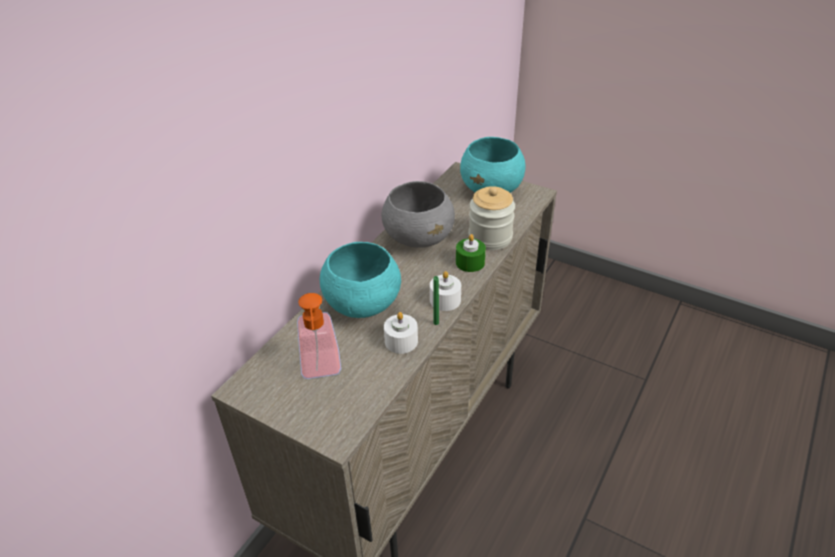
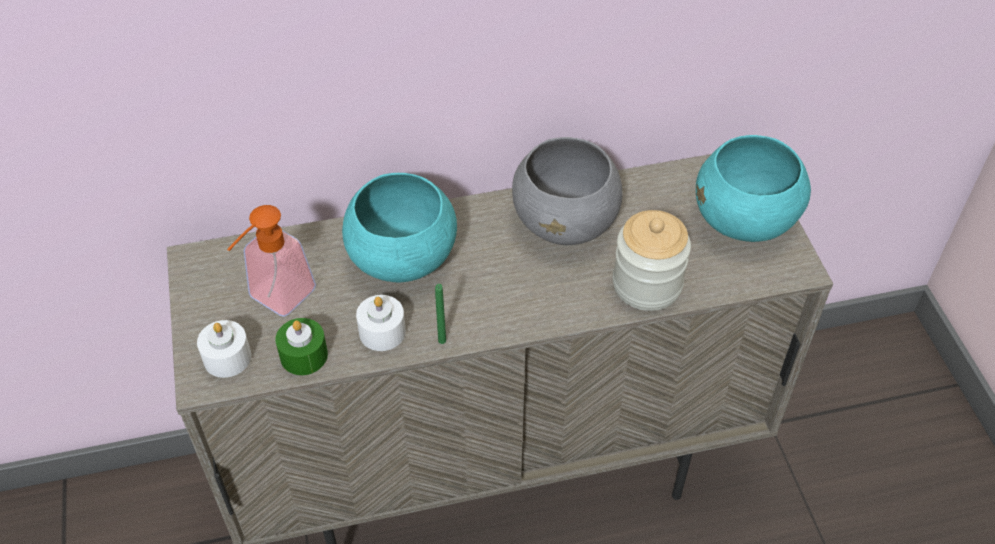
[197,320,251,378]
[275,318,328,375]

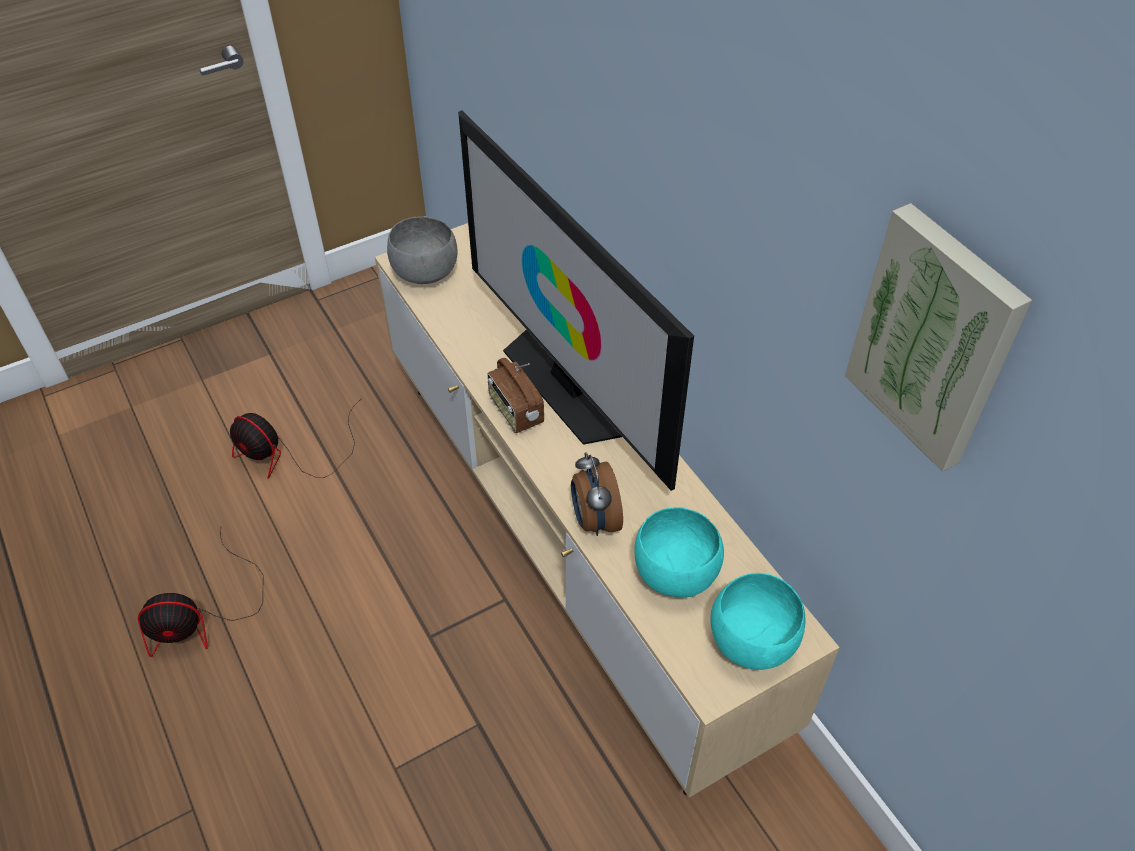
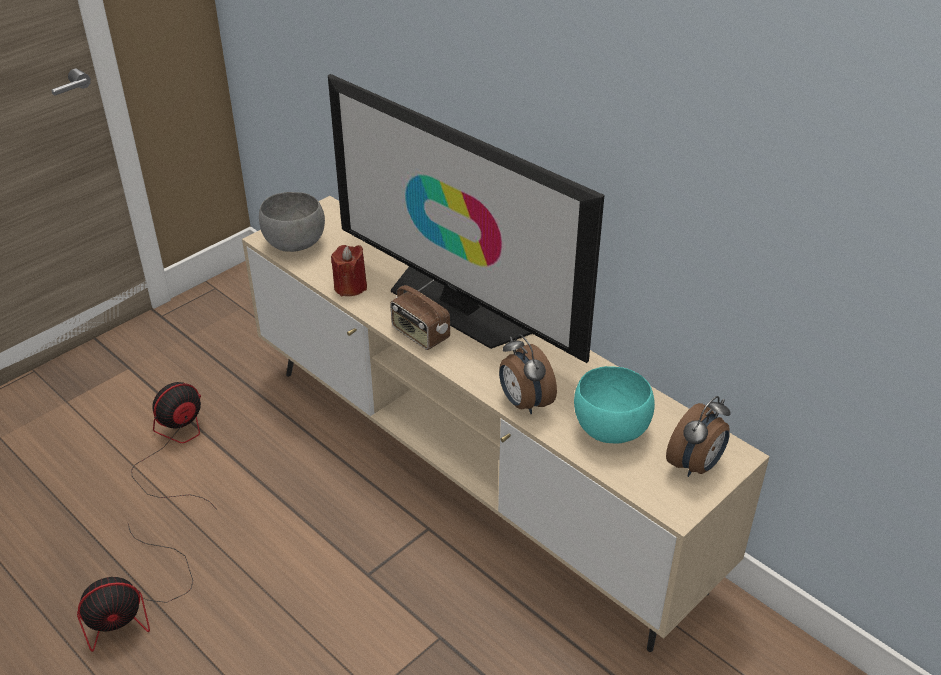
[845,203,1032,472] (first image)
[331,245,367,296]
[666,396,731,477]
[131,382,217,510]

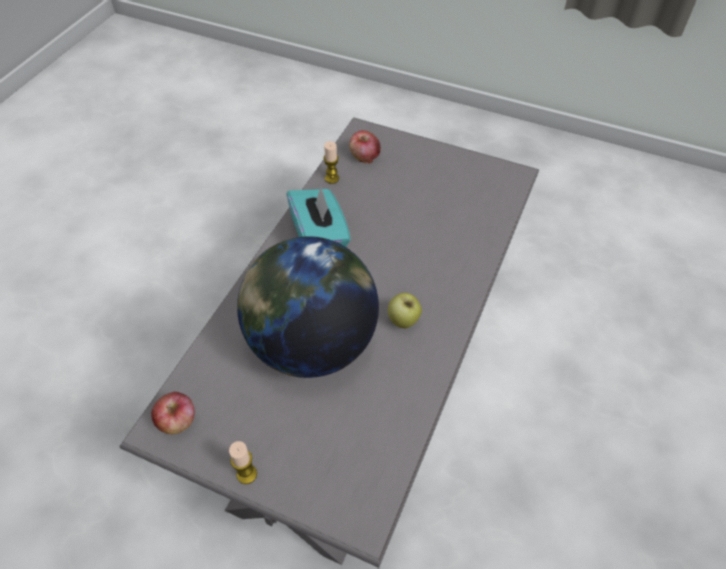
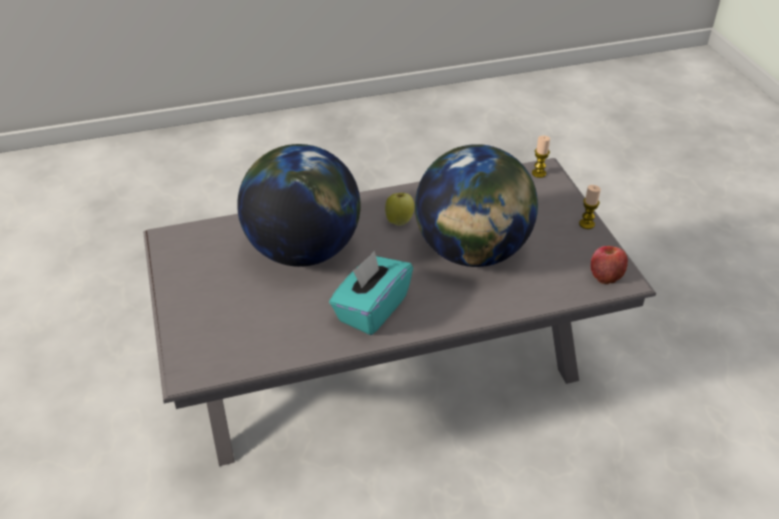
[349,130,381,164] (first image)
[237,144,361,267]
[532,136,550,178]

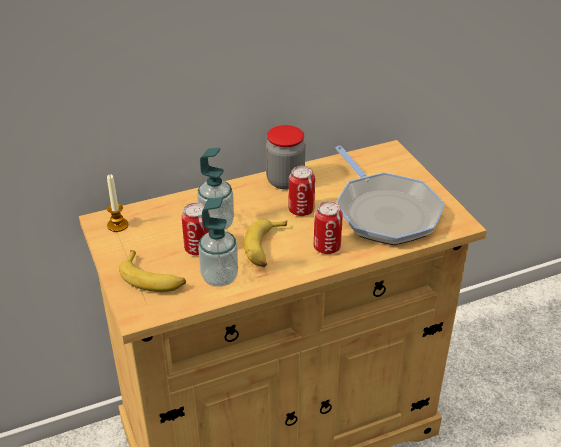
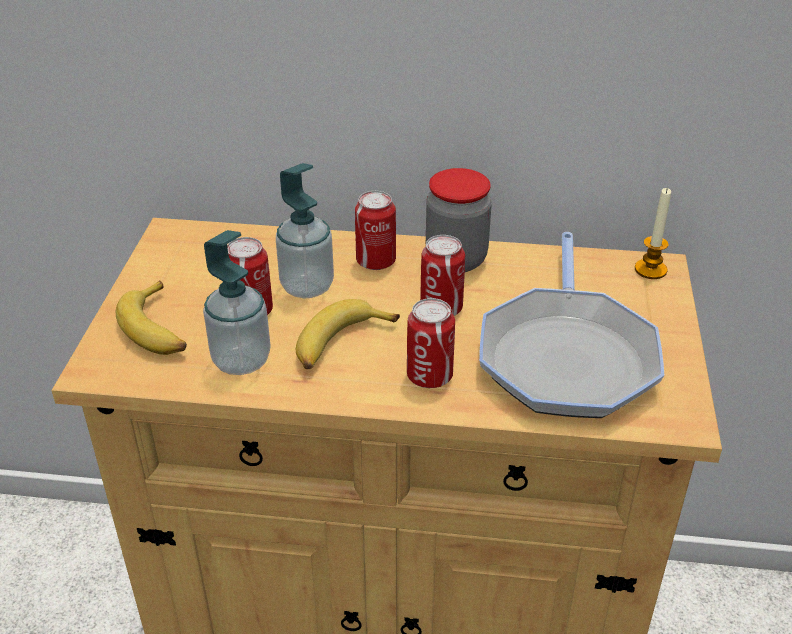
[355,191,396,270]
[635,188,671,279]

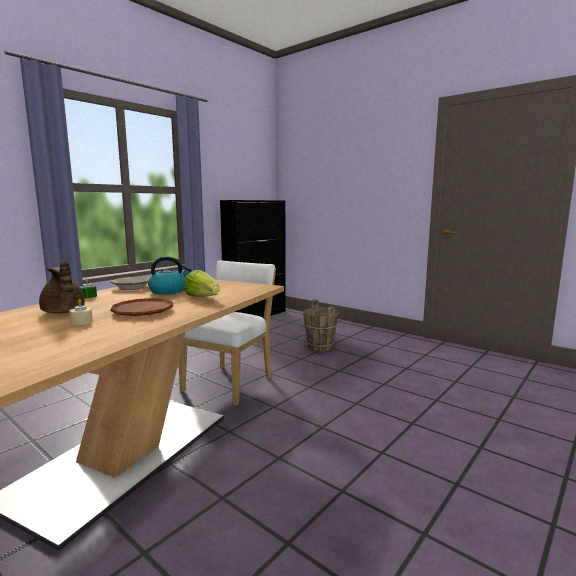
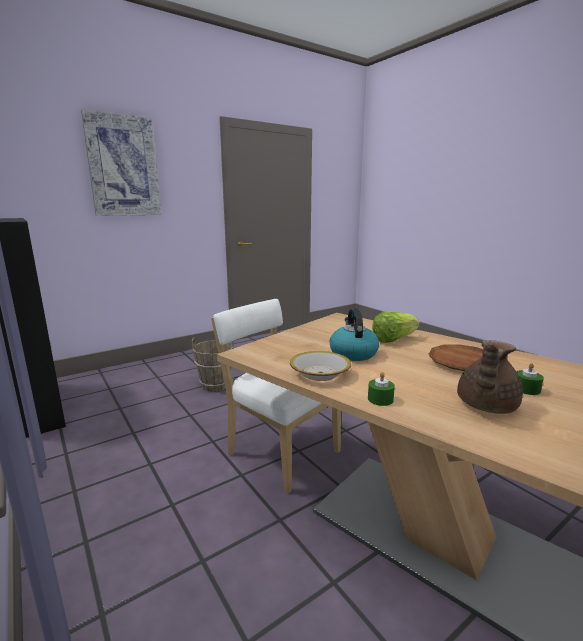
[81,109,161,216]
[516,363,544,395]
[457,340,523,414]

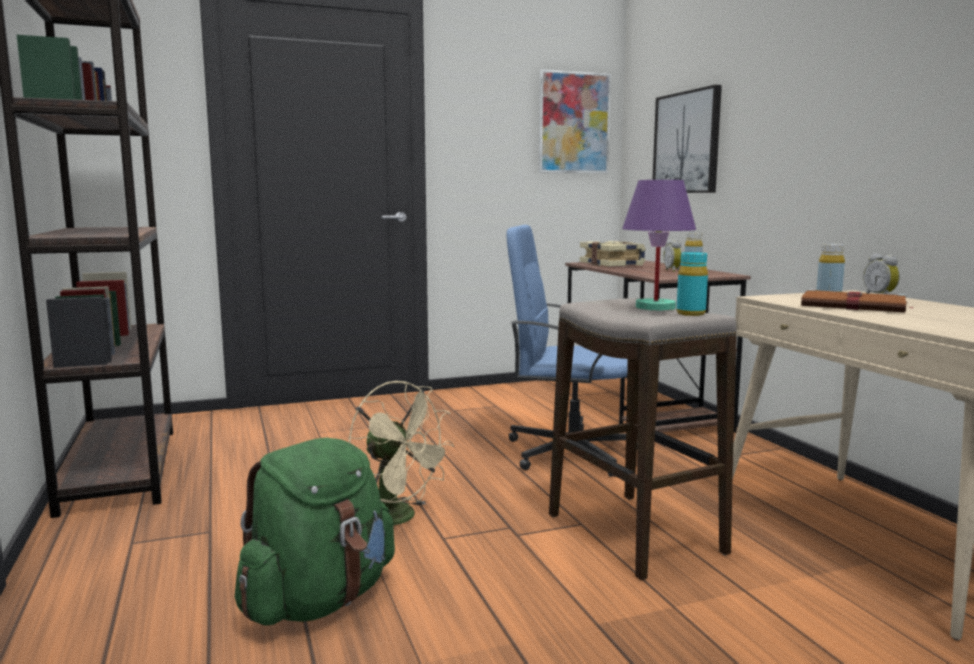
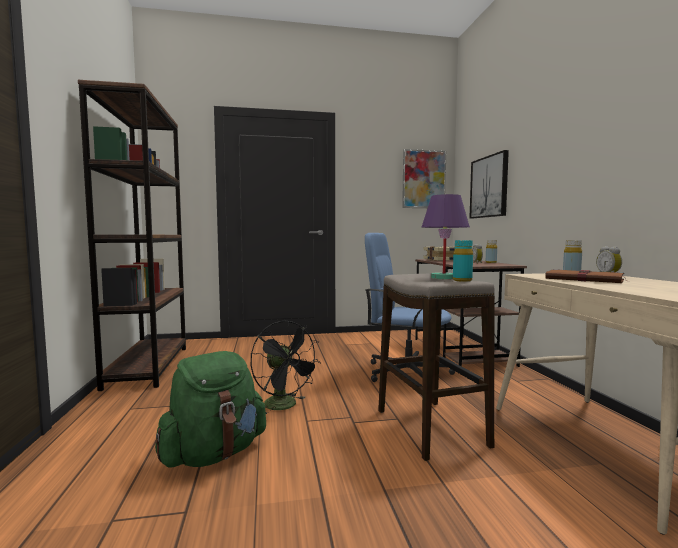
[251,321,321,414]

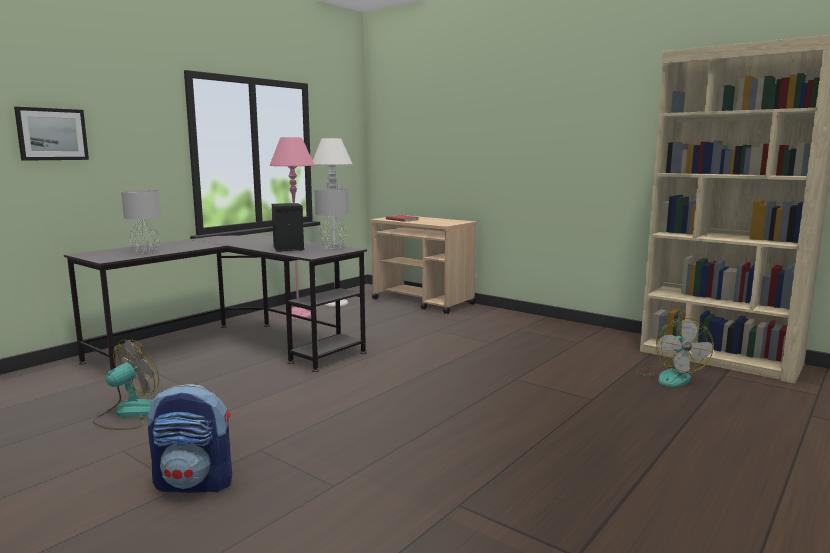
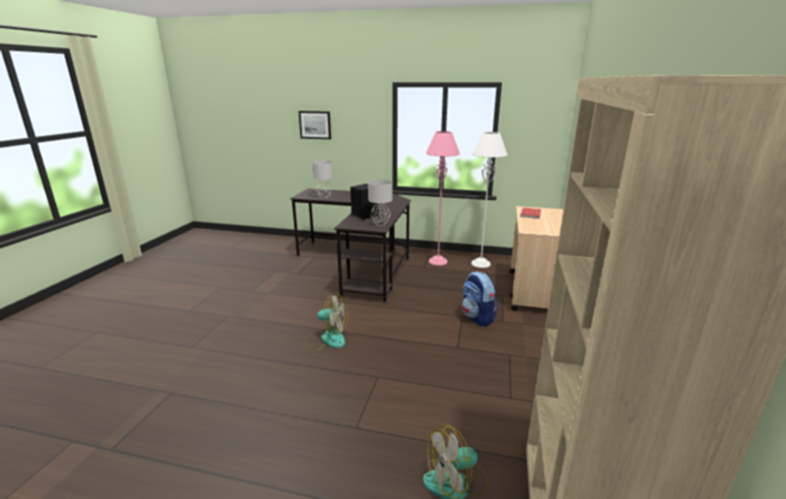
[305,293,348,352]
[462,272,498,327]

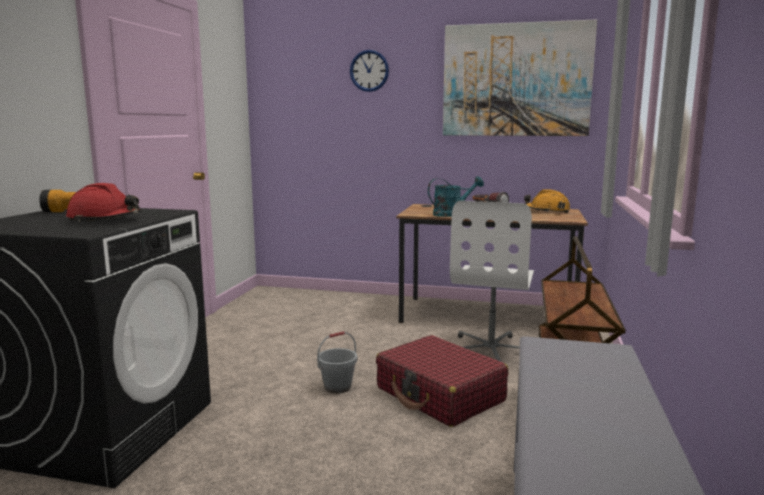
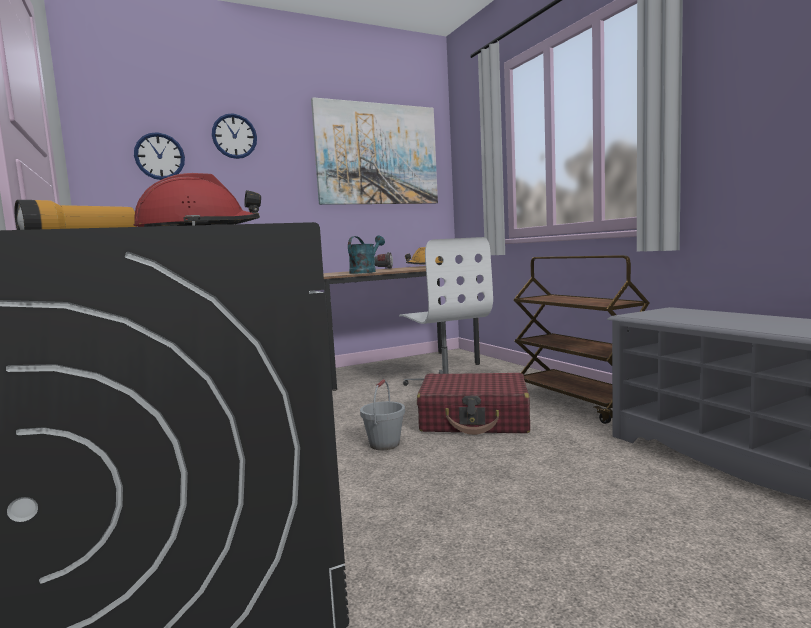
[134,132,185,180]

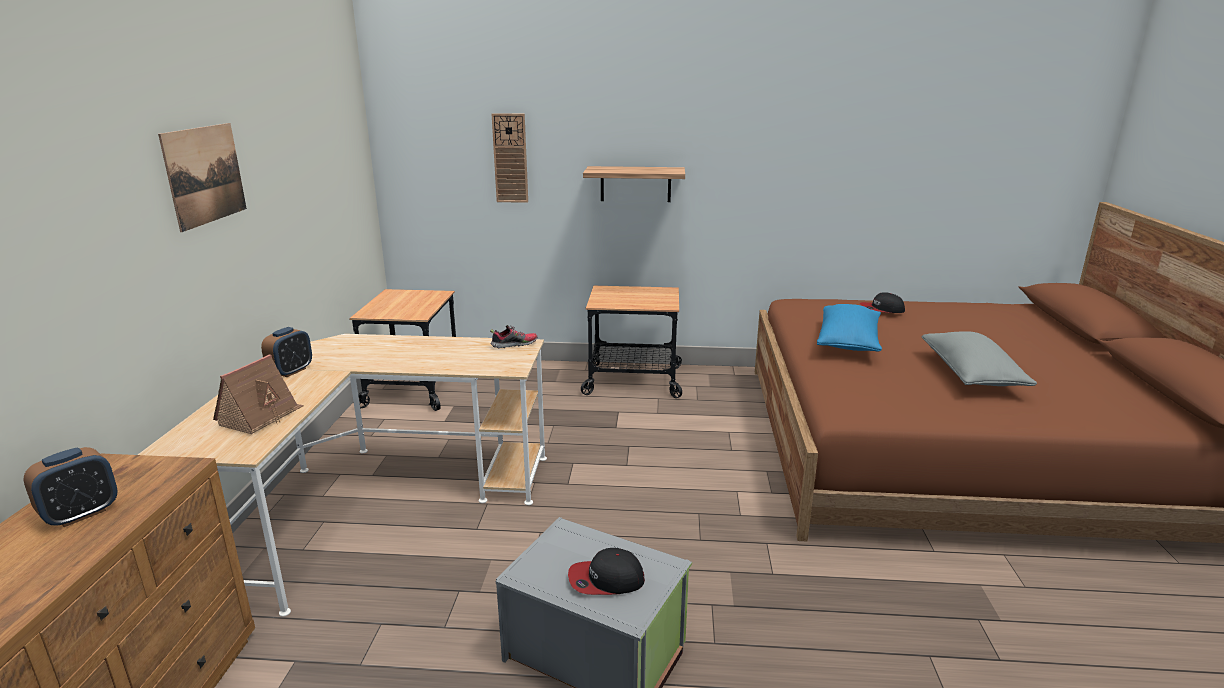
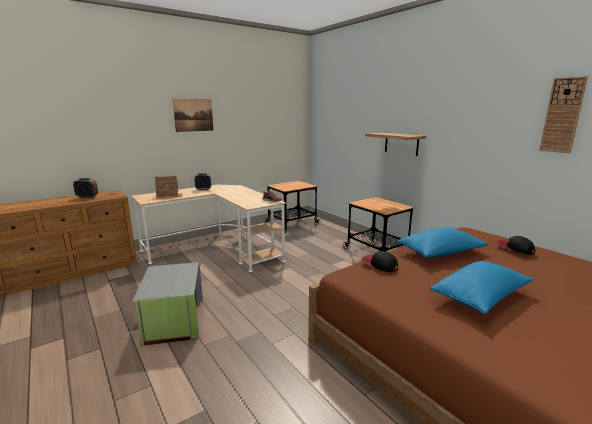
[539,76,588,153]
[361,251,398,272]
[430,261,534,314]

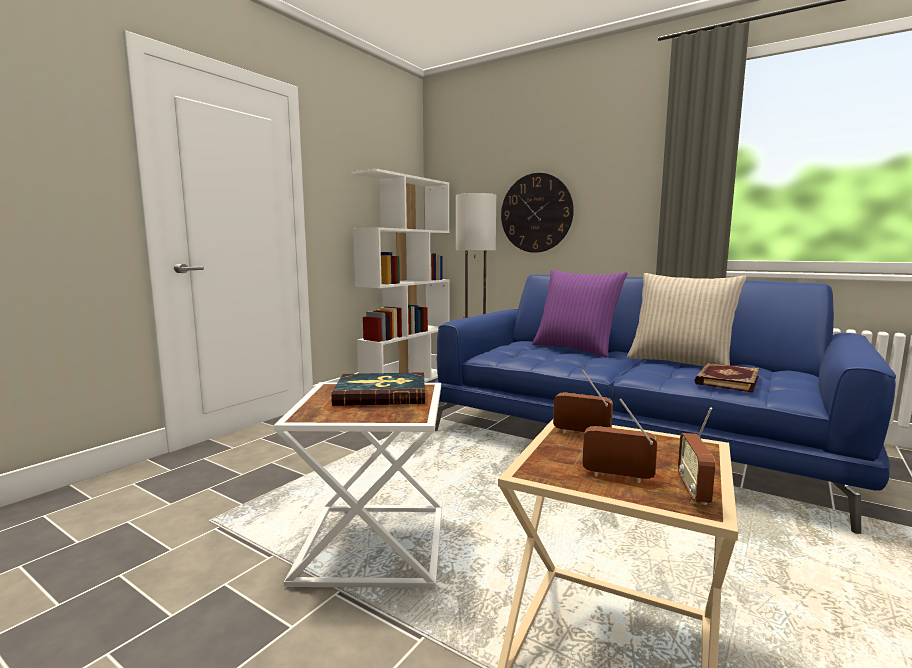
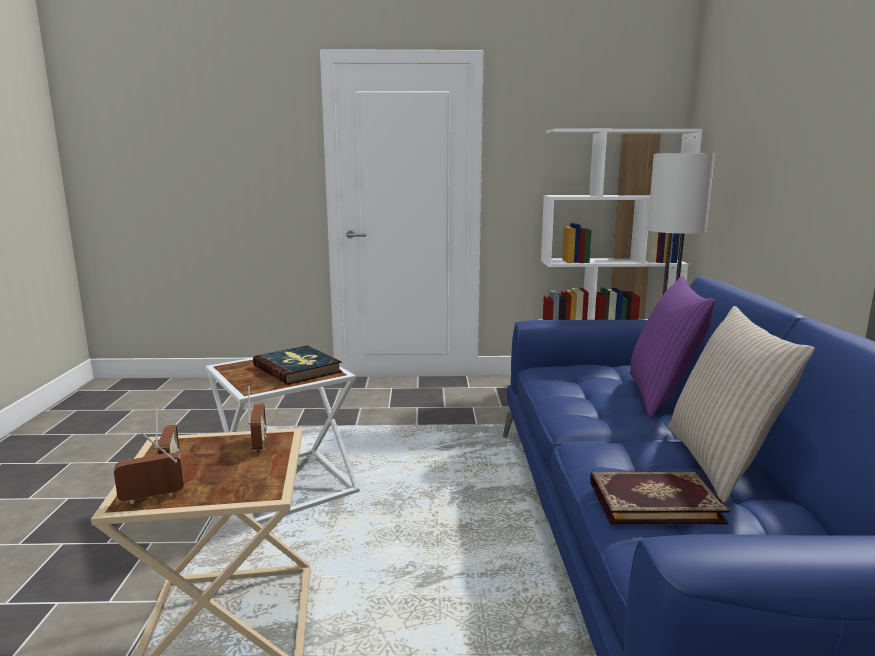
[501,173,574,253] (first image)

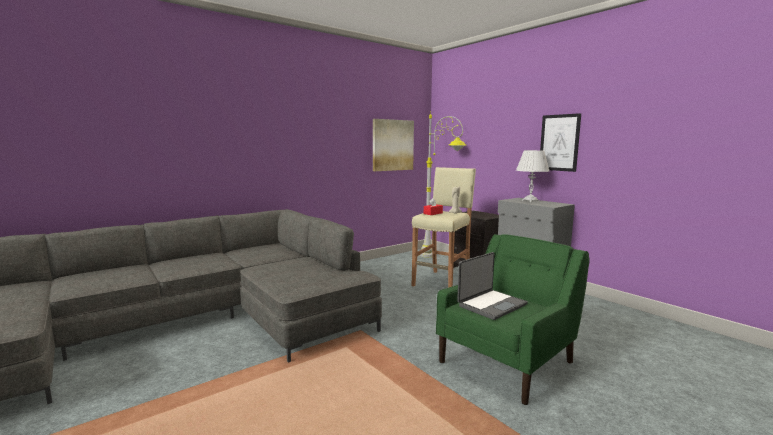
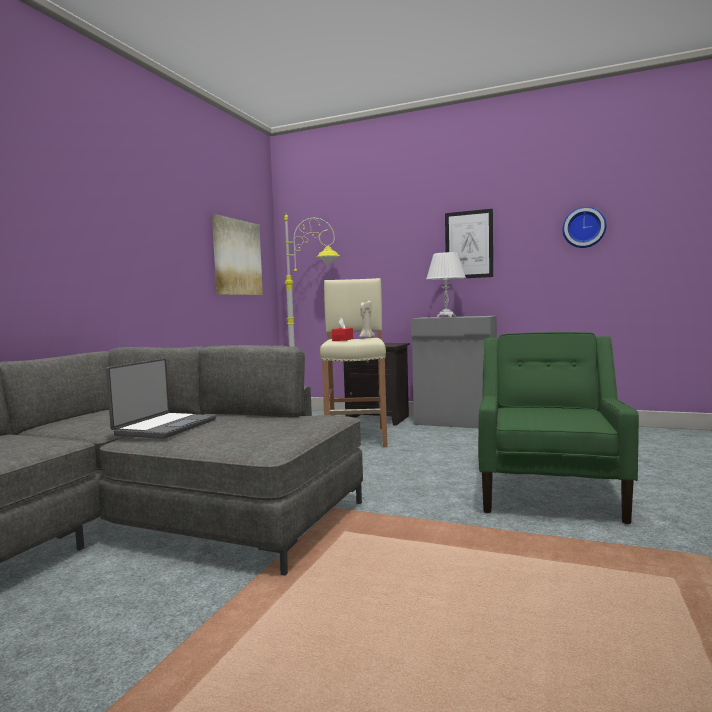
[562,207,607,248]
[106,358,216,439]

